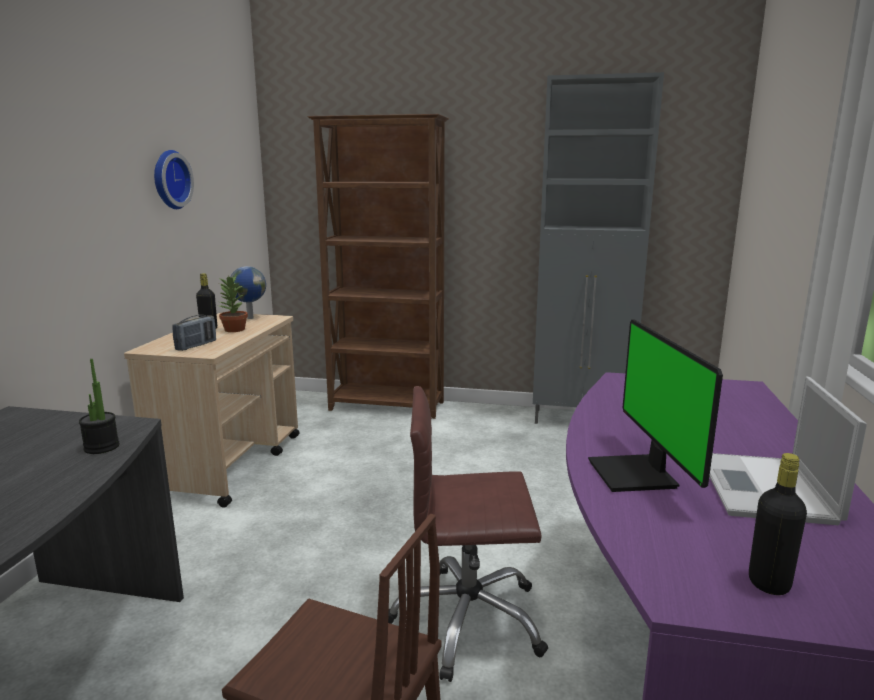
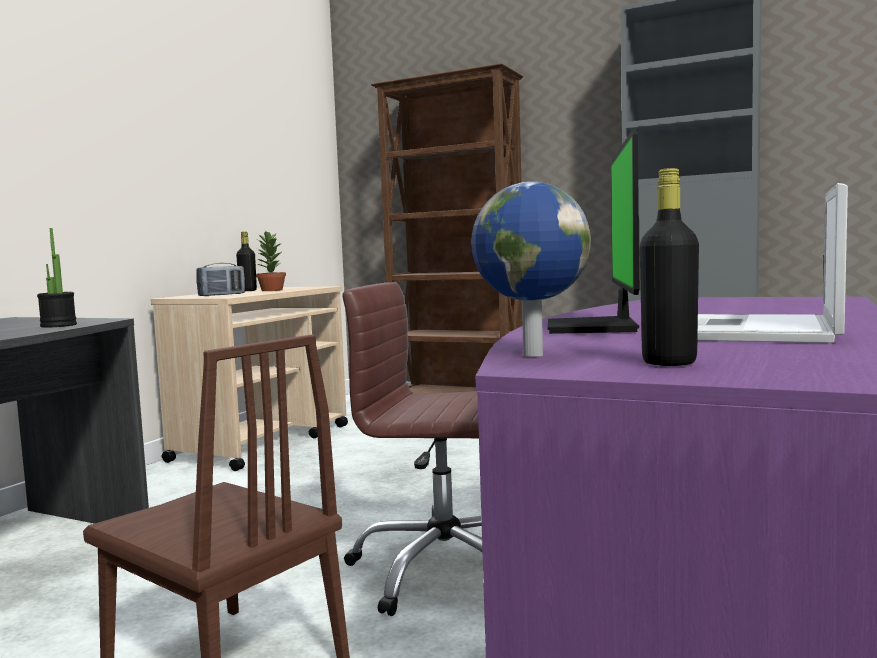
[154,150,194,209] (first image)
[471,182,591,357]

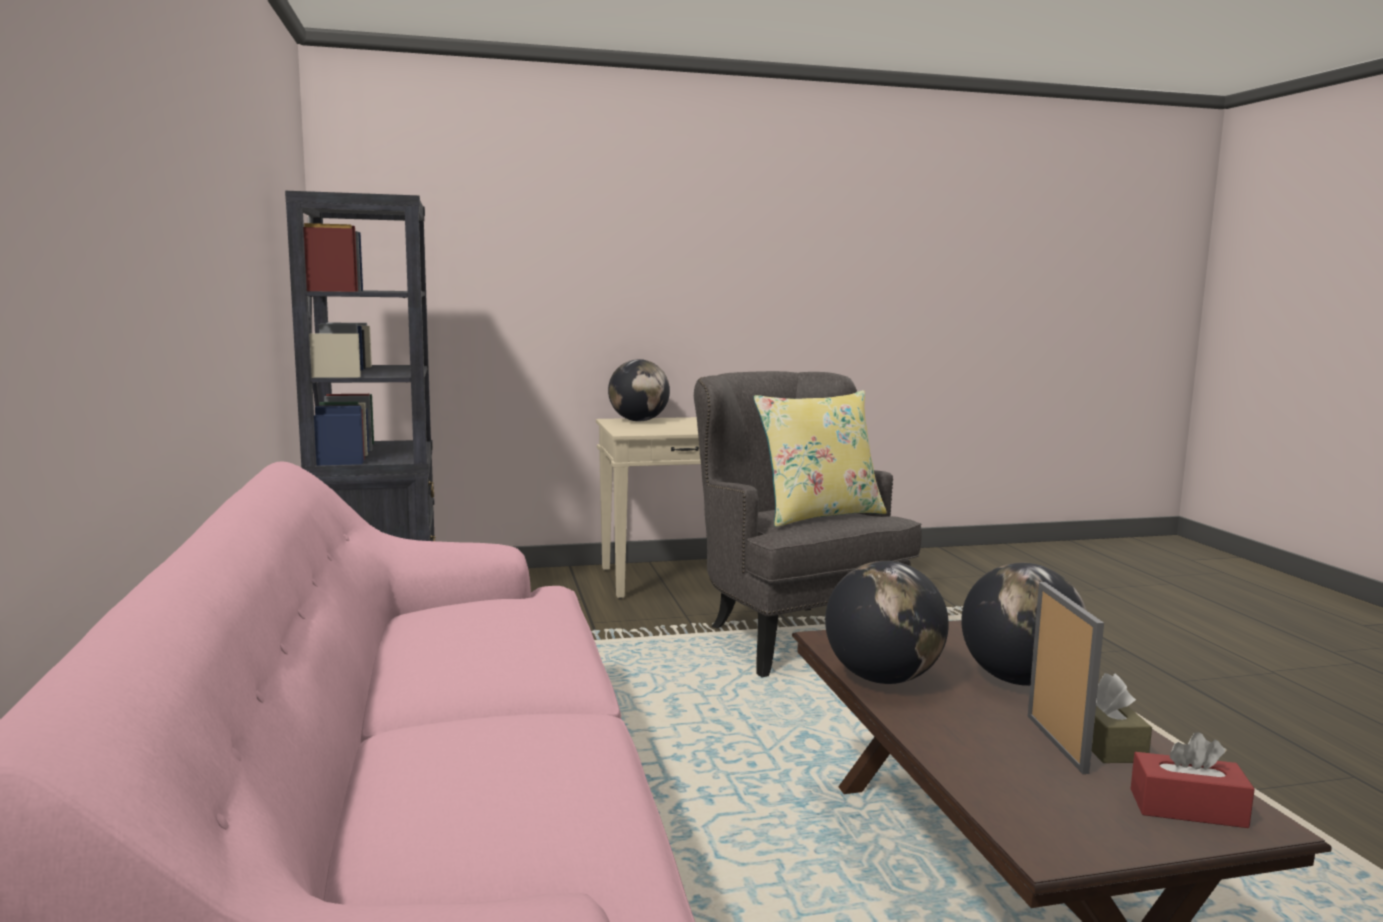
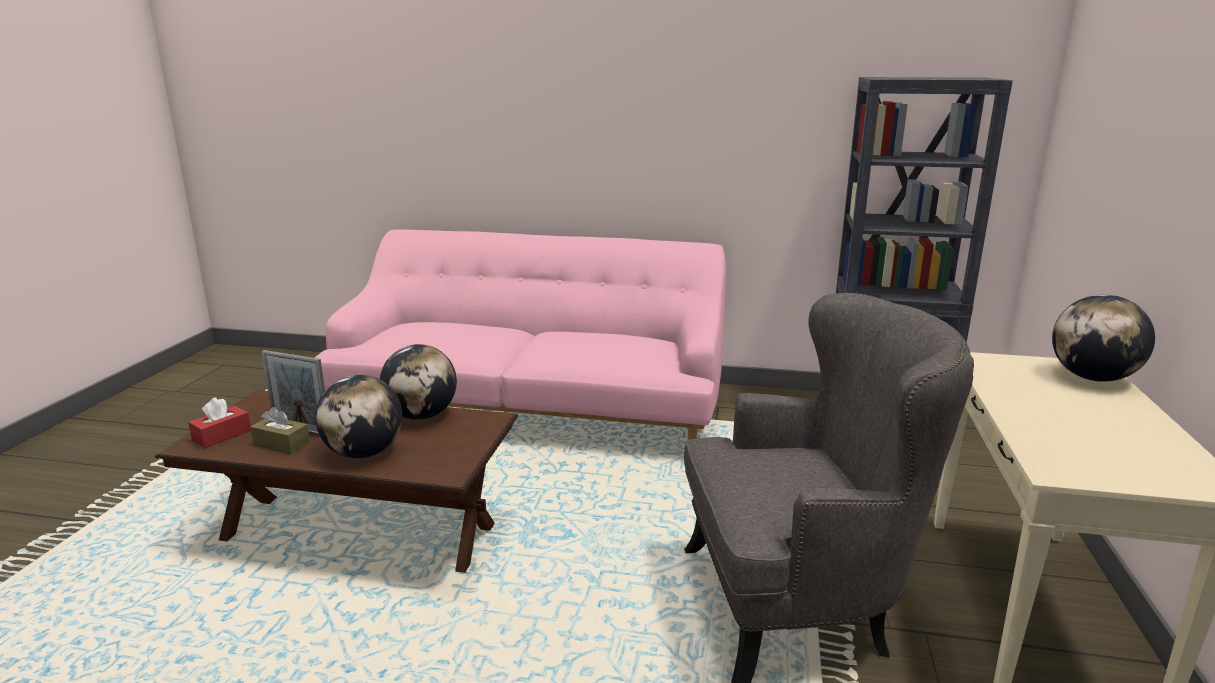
[754,390,887,527] (first image)

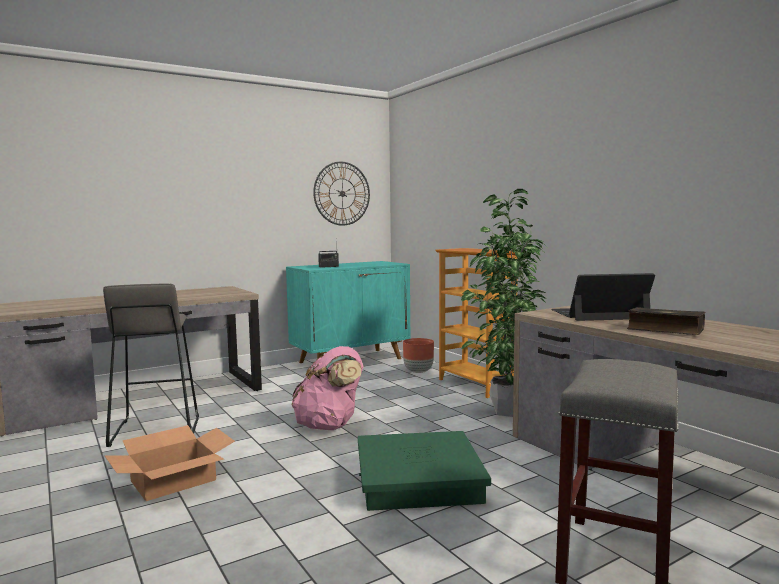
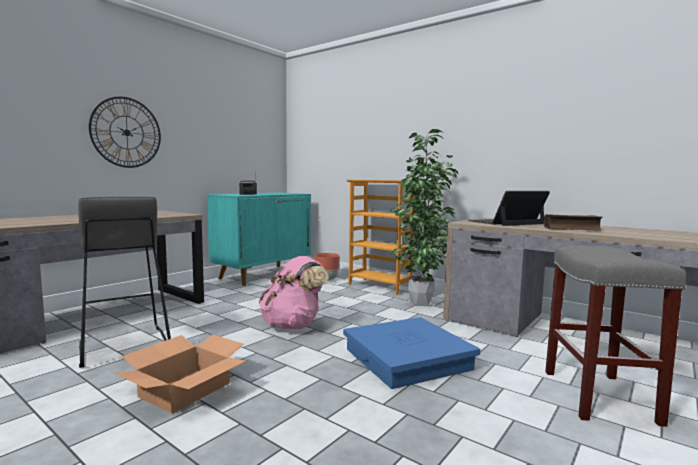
[89,97,161,168]
[343,317,480,389]

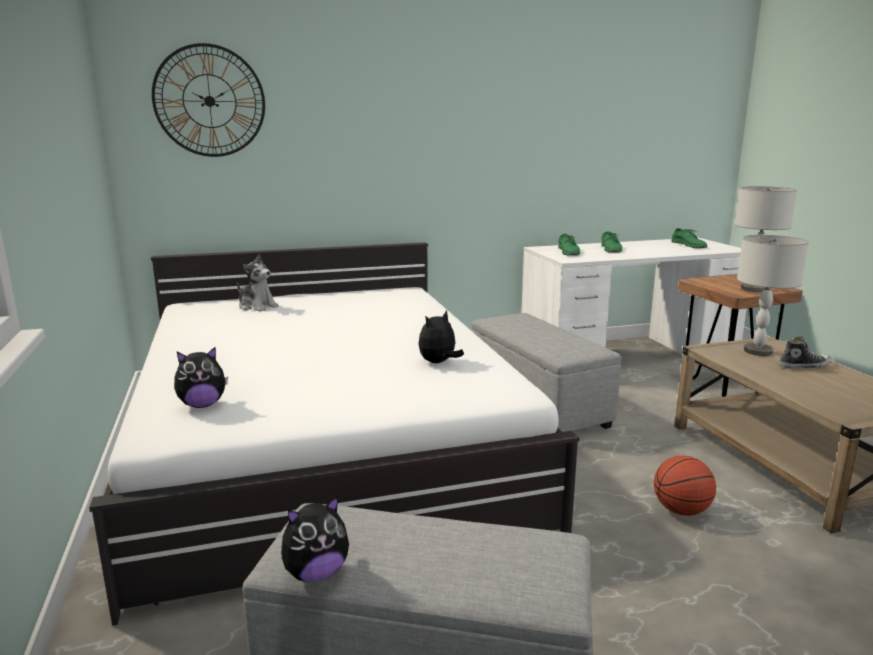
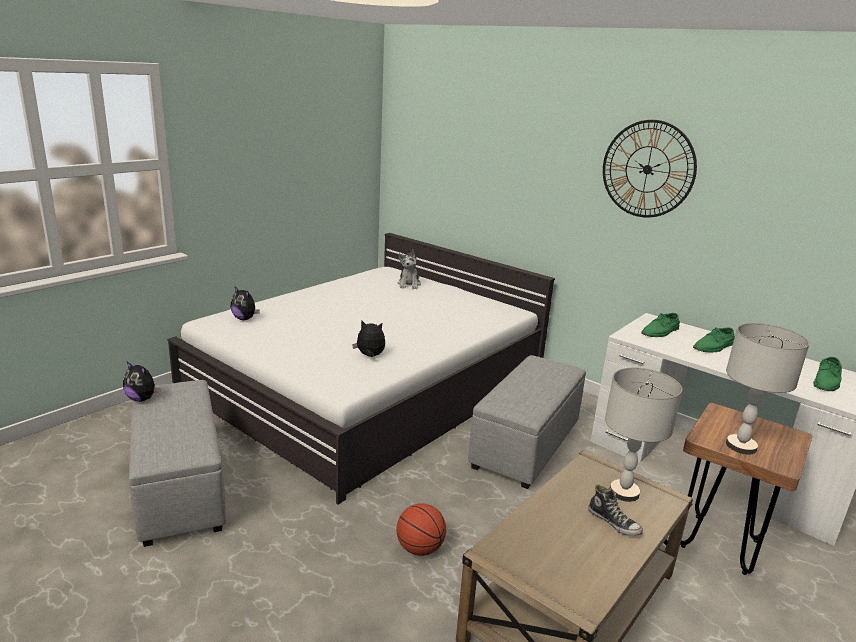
[603,120,697,218]

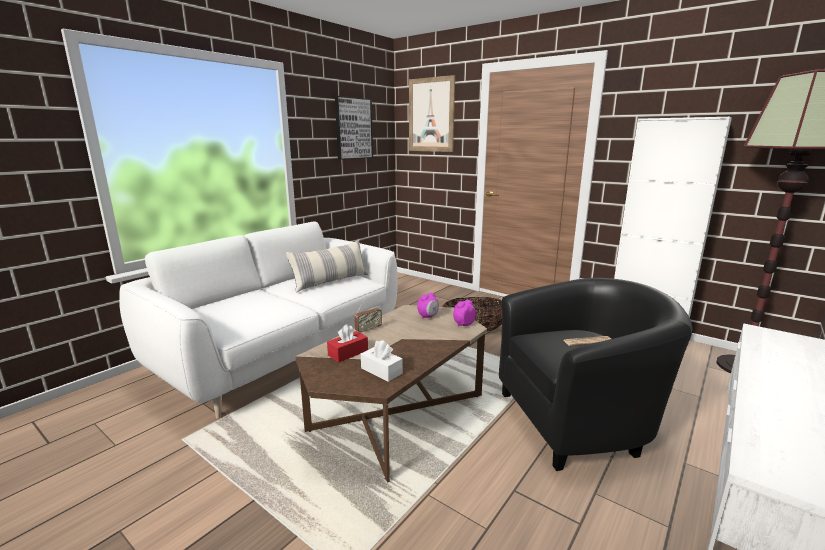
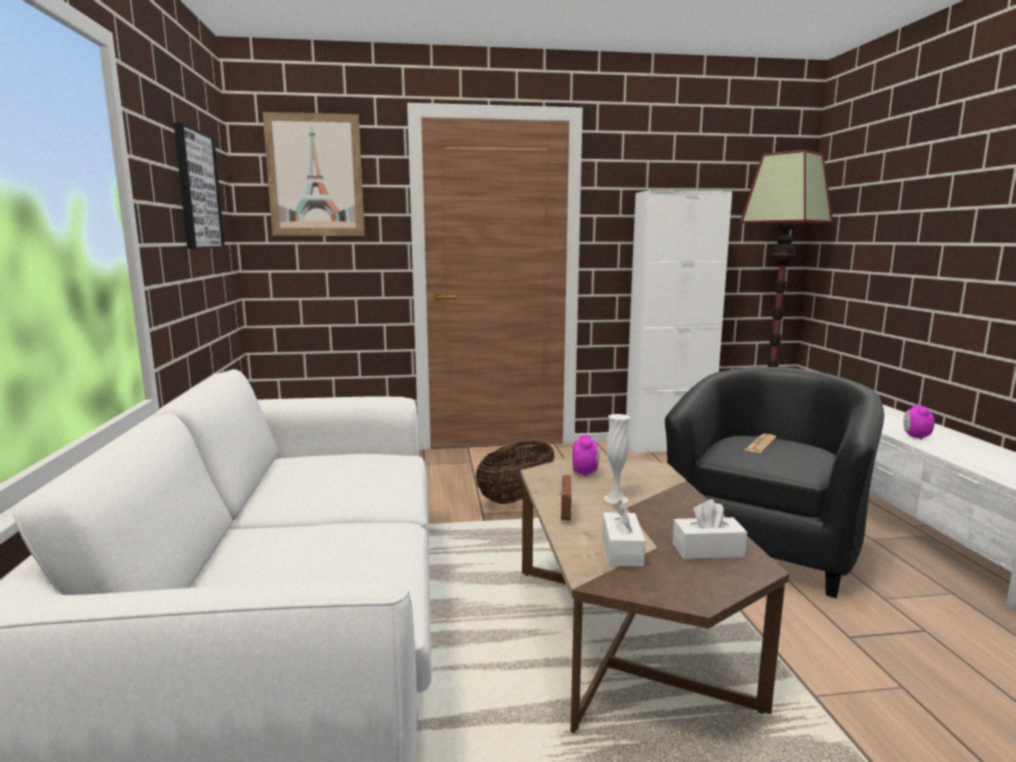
[285,240,368,293] (first image)
[603,414,630,504]
[903,405,934,440]
[602,500,645,567]

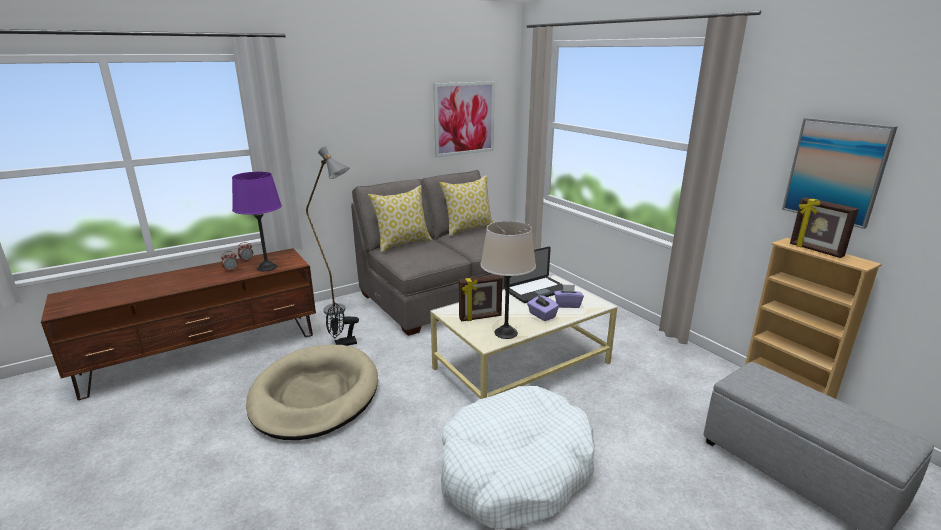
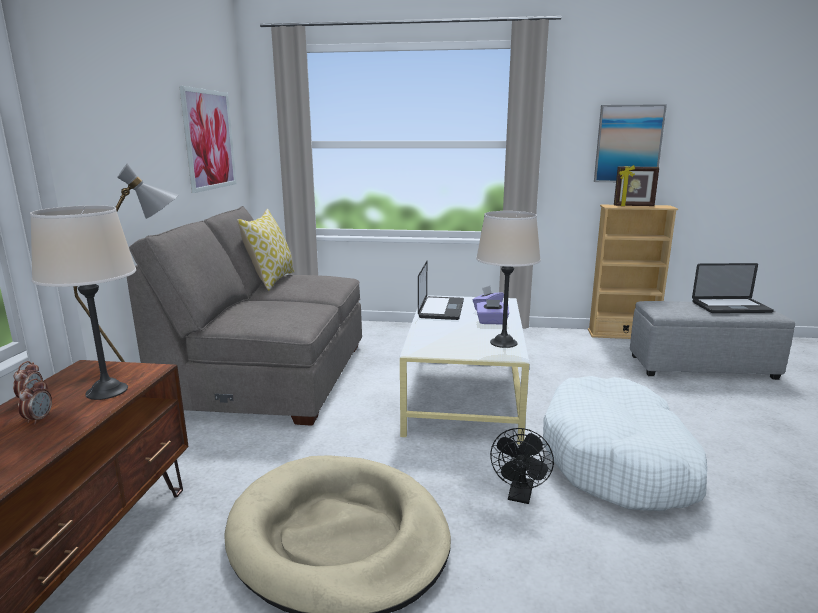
[368,185,432,253] (first image)
[459,275,502,322] (first image)
[692,263,774,313]
[490,428,554,504]
[30,205,136,400]

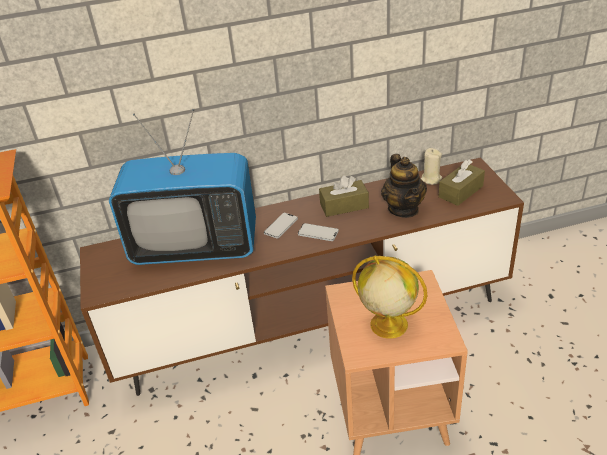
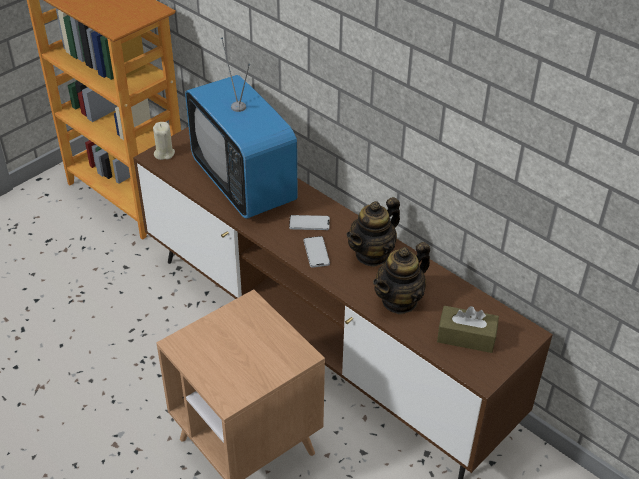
[352,255,427,339] (first image)
[153,122,175,160]
[346,197,400,267]

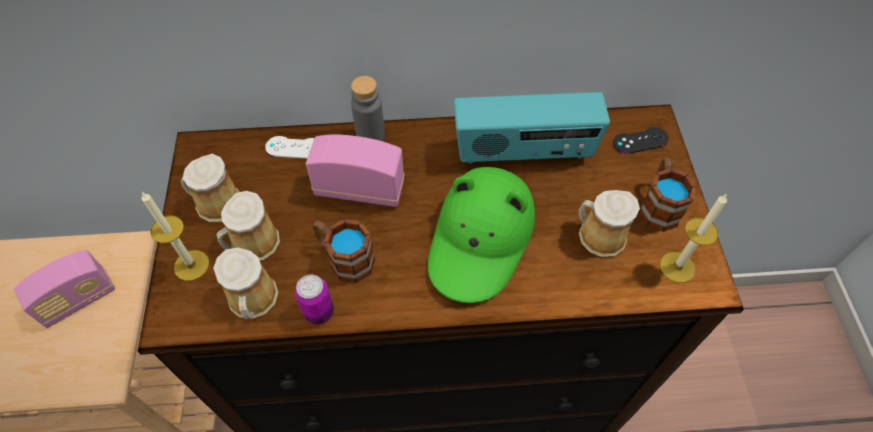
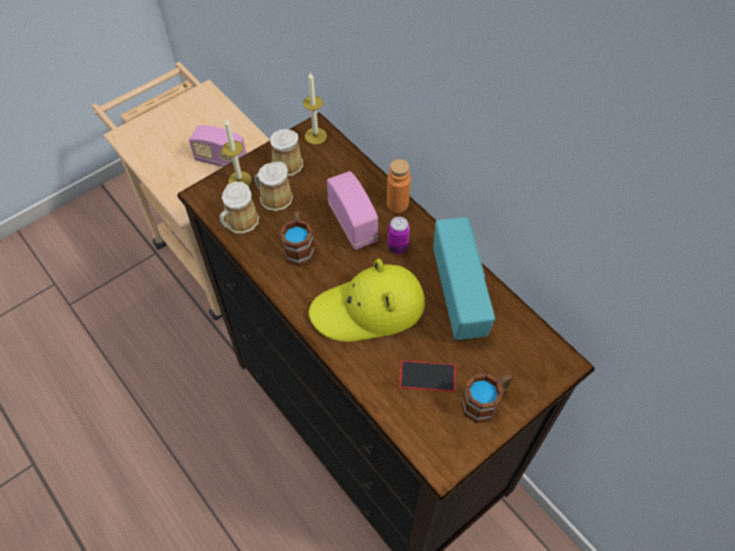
[265,136,314,159] (first image)
[613,127,669,154] (first image)
[387,217,410,254]
[303,72,327,145]
[399,360,456,392]
[387,159,411,213]
[309,259,425,342]
[433,217,495,340]

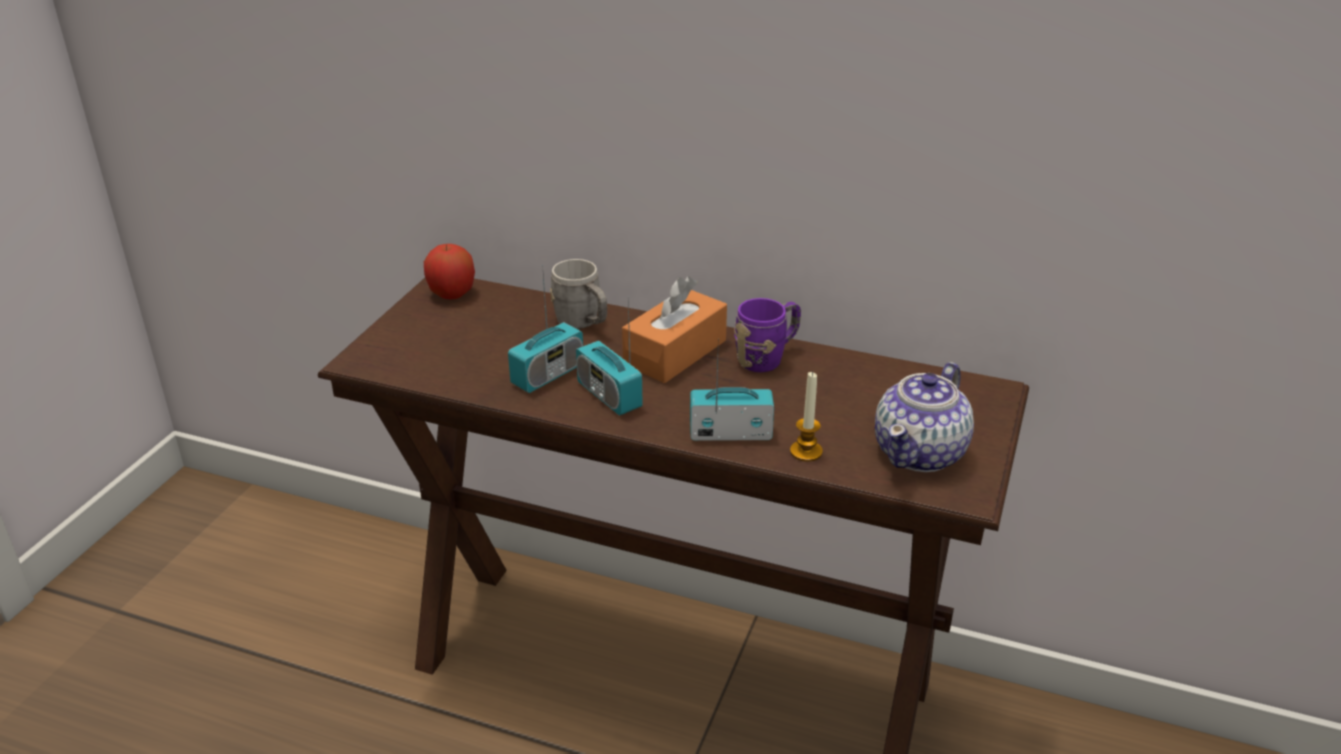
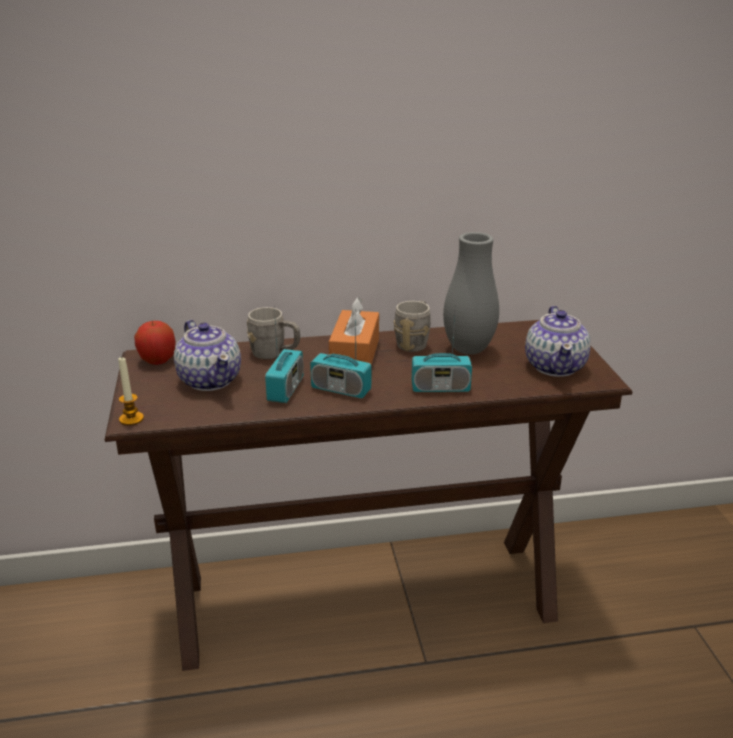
[174,320,241,391]
[443,232,499,355]
[118,356,144,426]
[393,300,431,352]
[412,313,472,392]

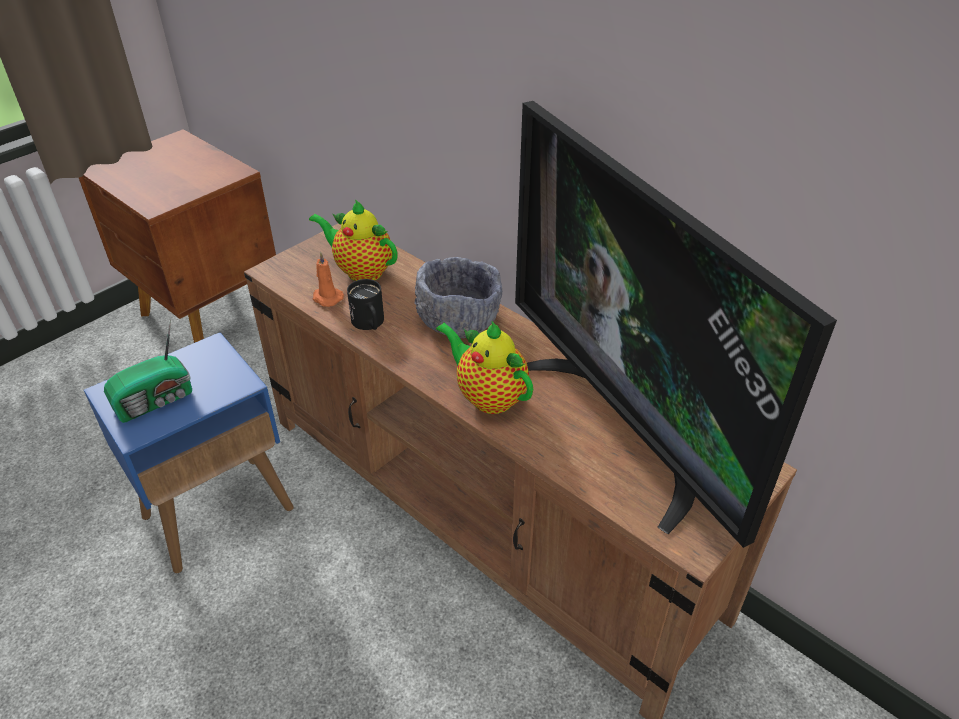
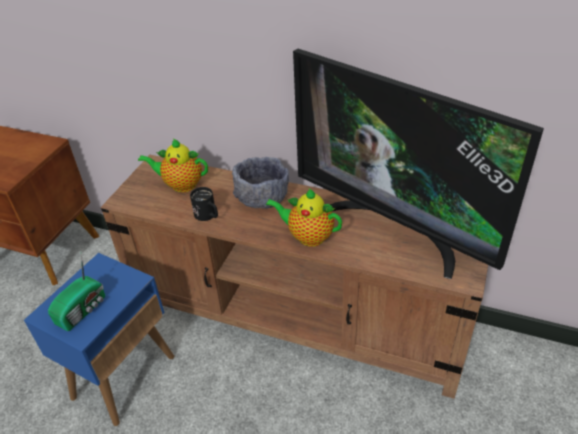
[313,252,344,307] (first image)

